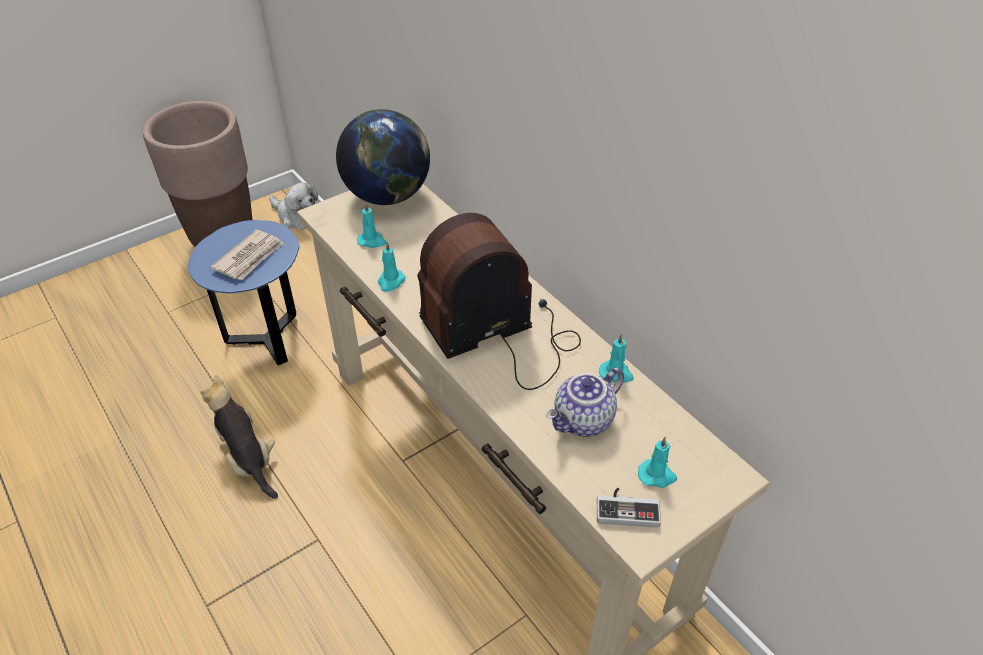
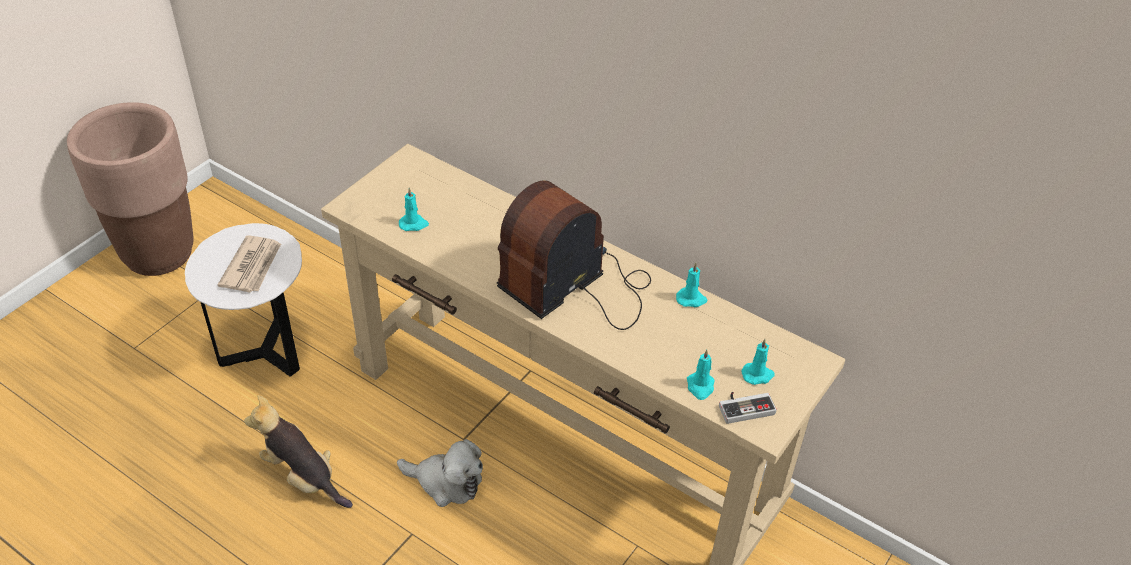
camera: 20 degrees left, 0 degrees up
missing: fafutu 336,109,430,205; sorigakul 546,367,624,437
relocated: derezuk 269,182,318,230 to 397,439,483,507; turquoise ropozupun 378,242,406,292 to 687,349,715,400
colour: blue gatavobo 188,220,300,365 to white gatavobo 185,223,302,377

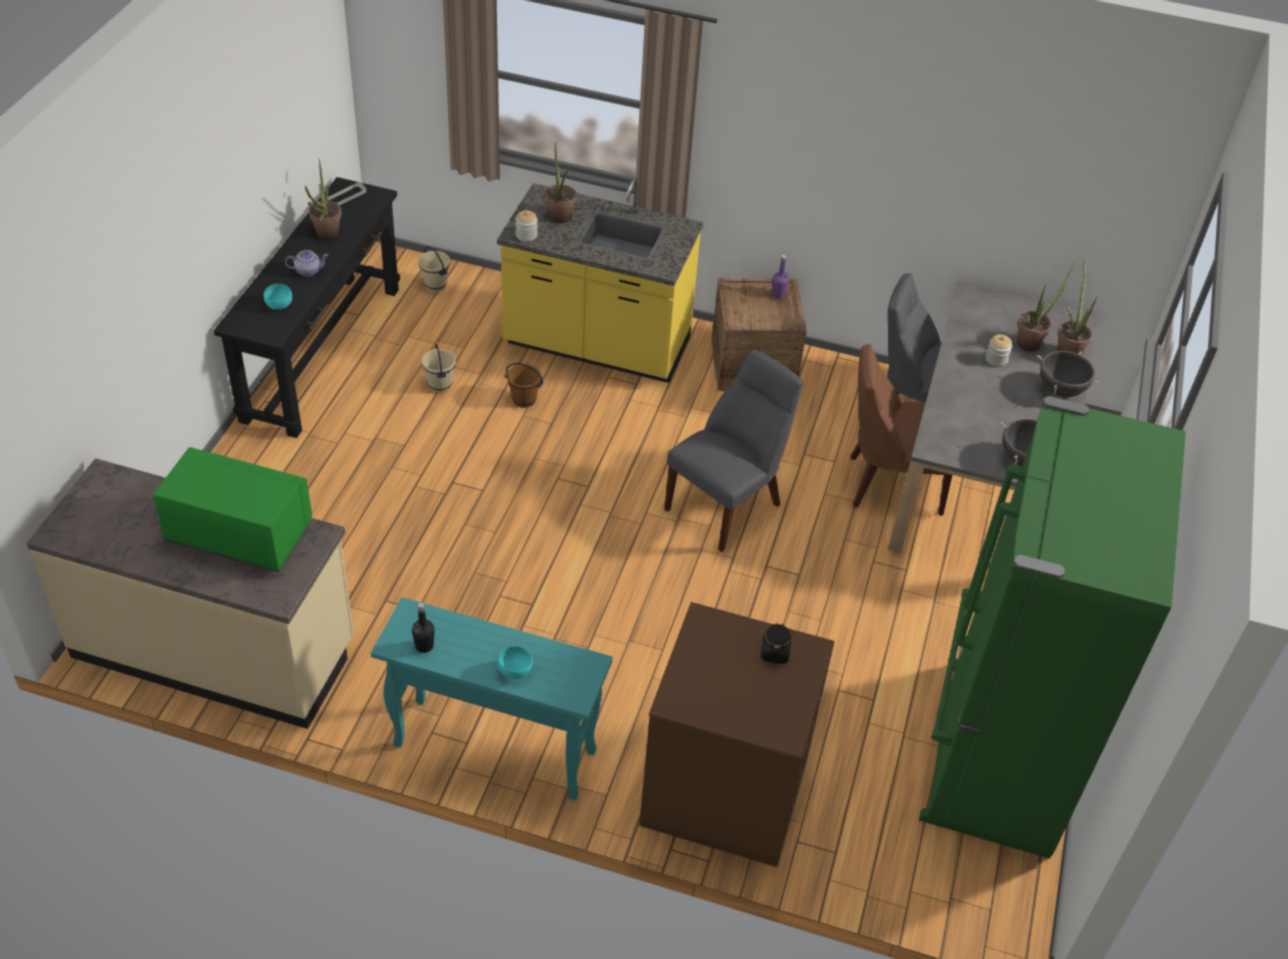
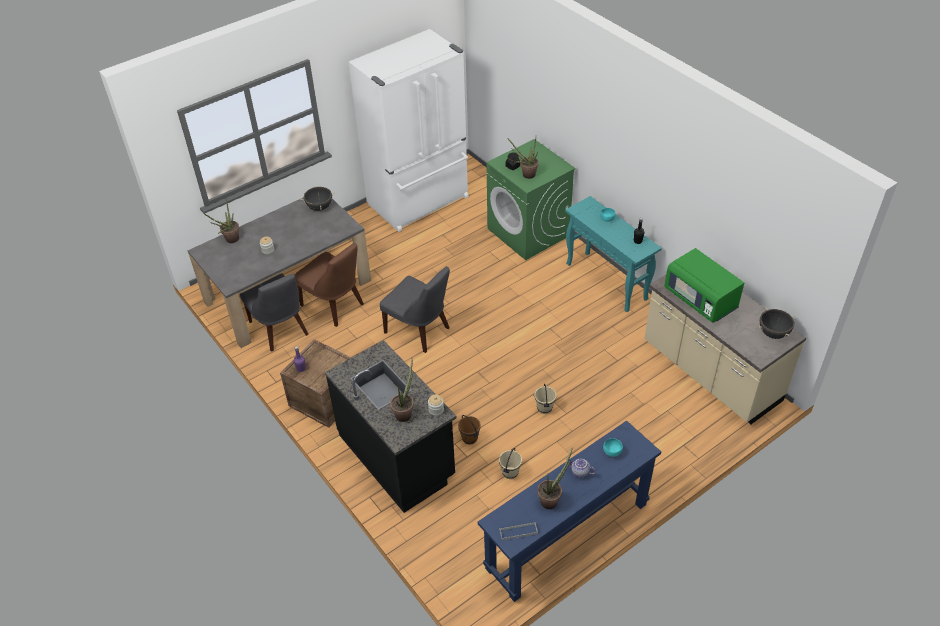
camera: 140 degrees left, 0 degrees up
relocated: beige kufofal 418,246,450,292 to 535,384,557,414; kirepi 1017,260,1076,351 to 508,138,539,179; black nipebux 1037,351,1099,397 to 759,307,795,339
colour: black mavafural 214,177,400,438 to blue mavafural 478,421,661,602; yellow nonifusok 497,178,703,383 to black nonifusok 325,340,456,513; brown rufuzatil 639,602,835,867 to green rufuzatil 487,139,576,260; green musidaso 919,396,1186,858 to white musidaso 348,29,469,232
spun: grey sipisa 664,349,803,552 = 380,266,450,353 135 degrees counterclockwise

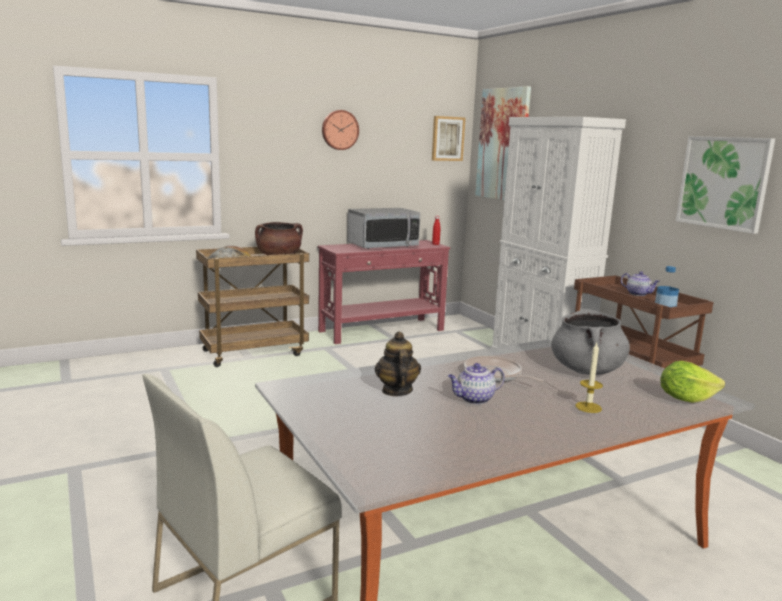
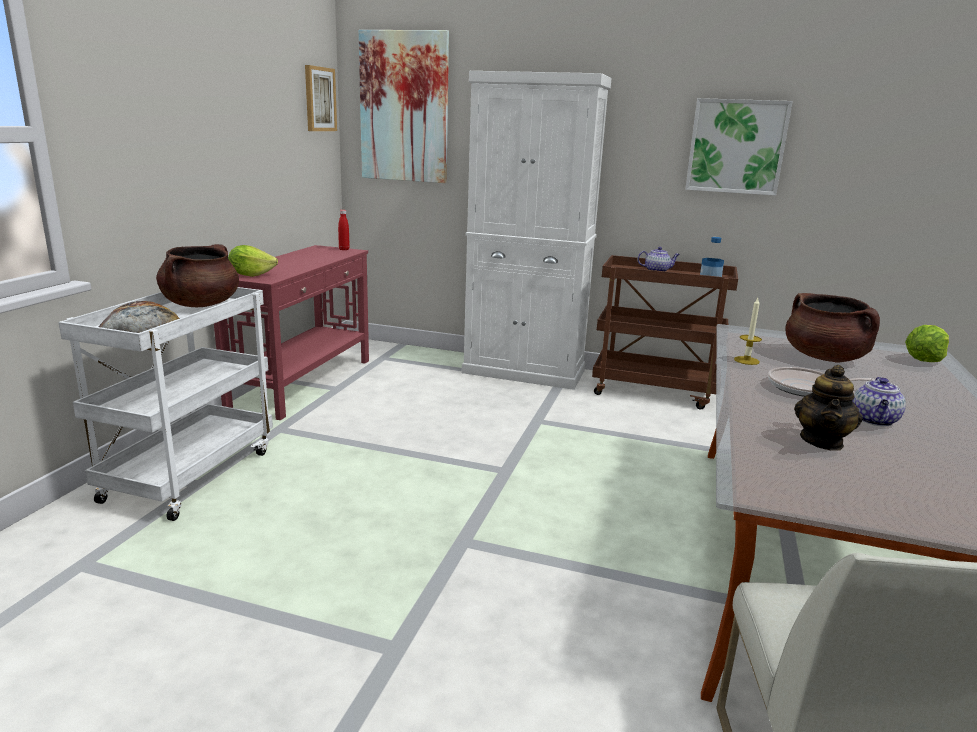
camera: 45 degrees left, 5 degrees up
missing: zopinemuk 322,110,359,150; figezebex 348,208,421,249
appeared: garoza 228,245,278,277
relocated: ropozupun 575,343,603,413 to 734,298,762,365
colour: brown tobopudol 196,247,309,367 to white tobopudol 58,287,273,521; grey nipebux 551,309,630,375 to brown nipebux 785,293,880,362
spun: sorigakul 375,331,421,396 = 794,365,863,451 105 degrees counterclockwise

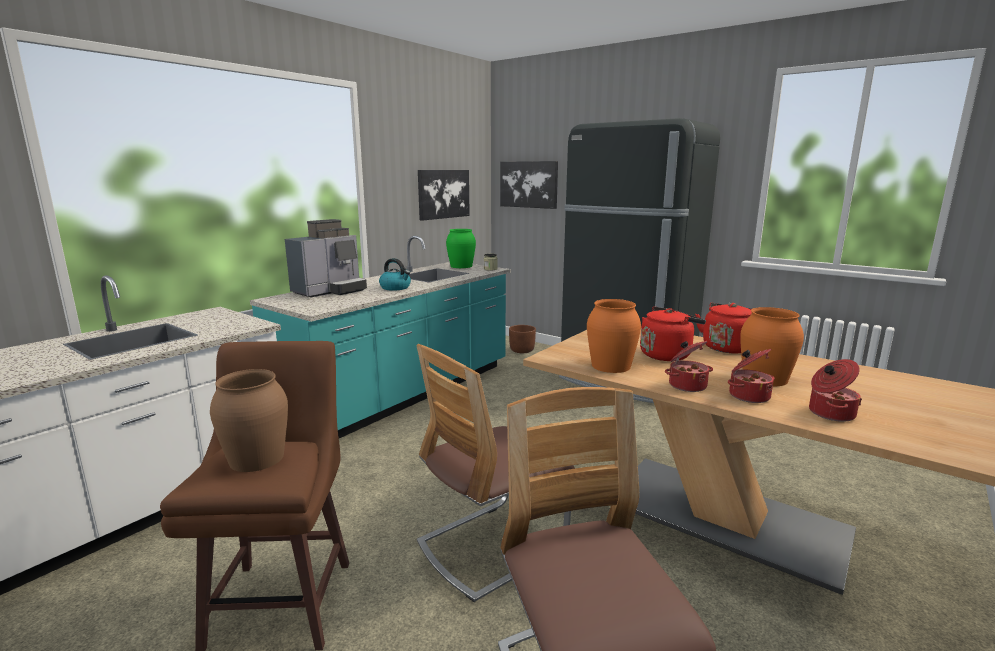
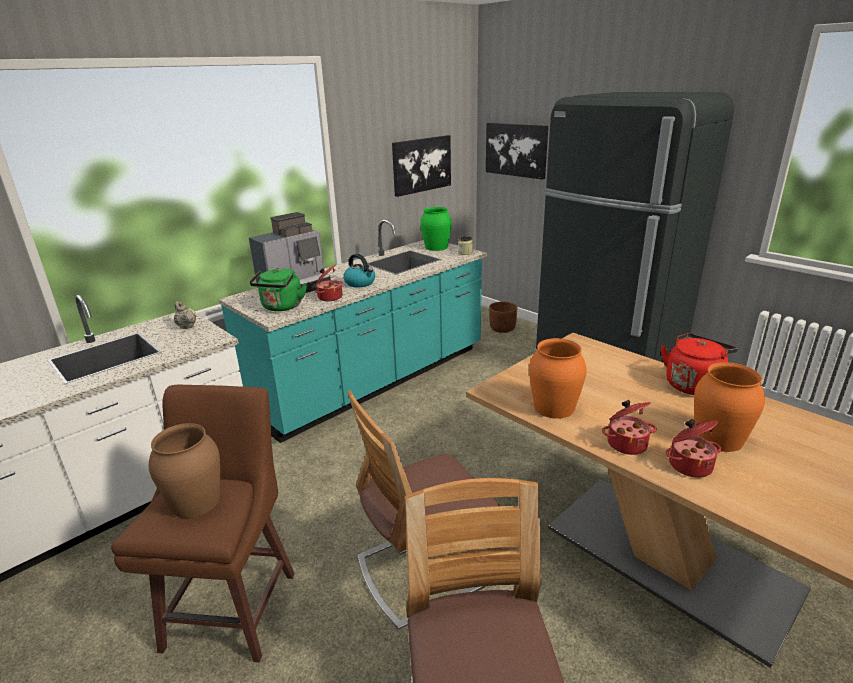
camera: 10 degrees right, 10 degrees up
missing: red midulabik 640,306,706,361
appeared: beige sorigakul 174,301,196,329; green midulabik 249,268,307,311
relocated: nipebux 809,359,862,422 to 315,265,343,301

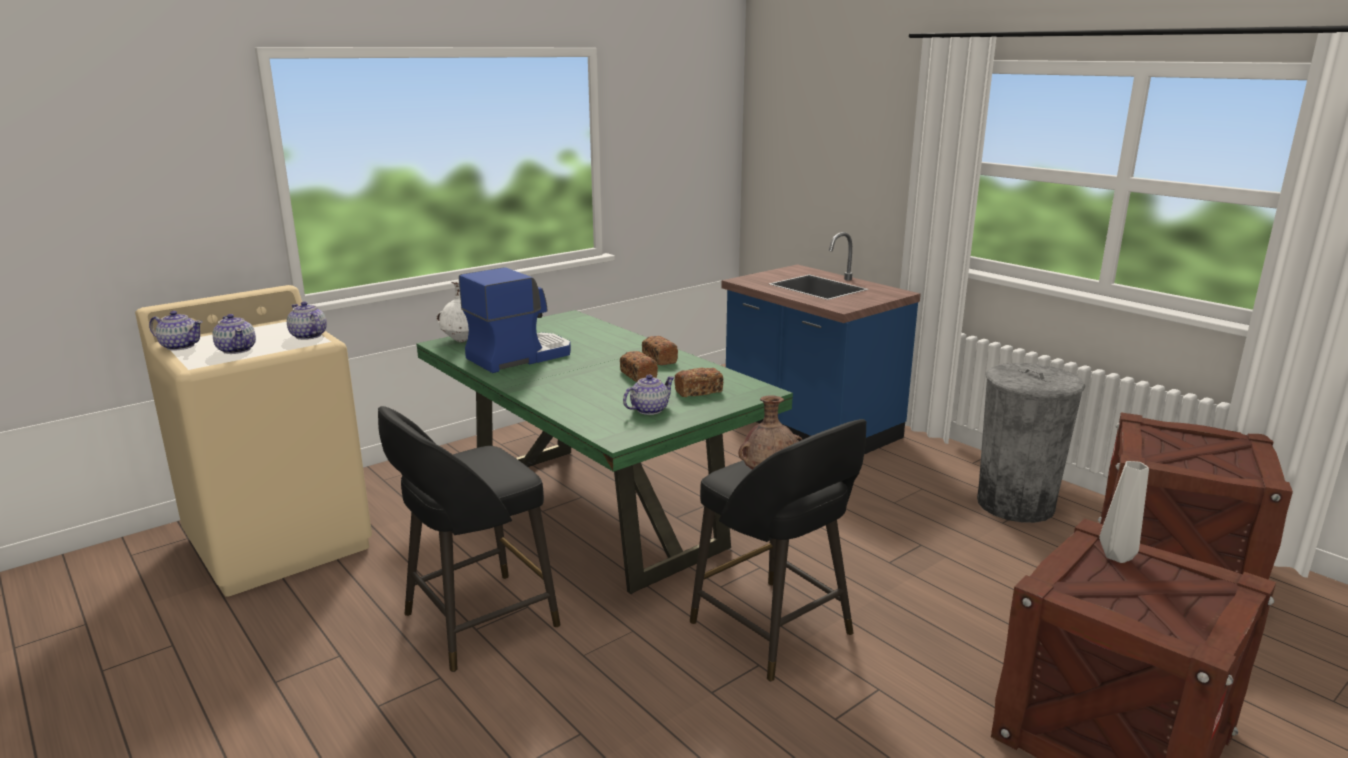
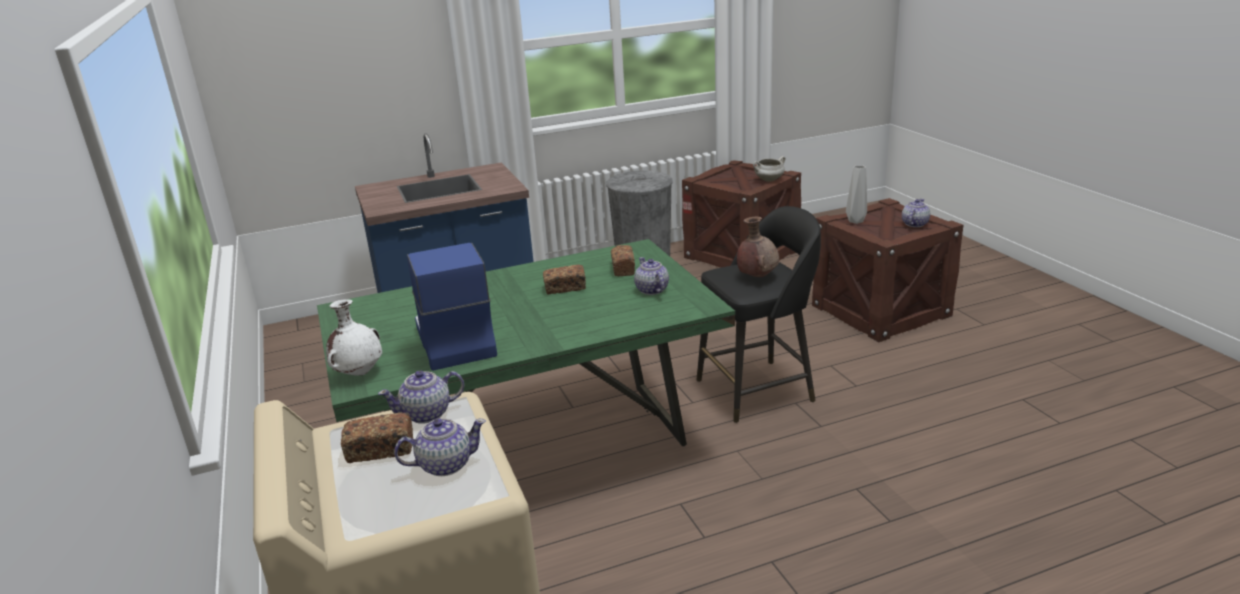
camera: 70 degrees left, 5 degrees up
missing: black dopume 378,406,561,672
appeared: white nipebux 753,156,785,182
relocated: sorigakul 149,311,203,351 to 902,199,930,227; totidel 642,336,678,365 to 341,413,413,463

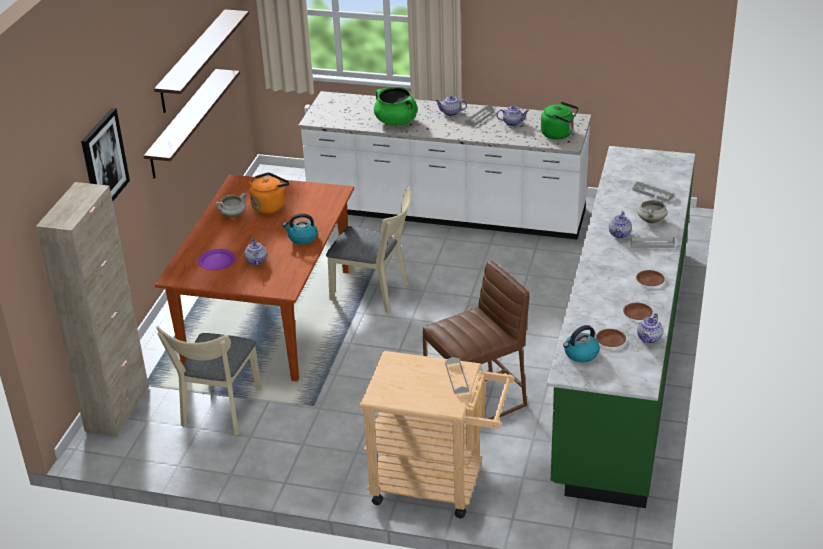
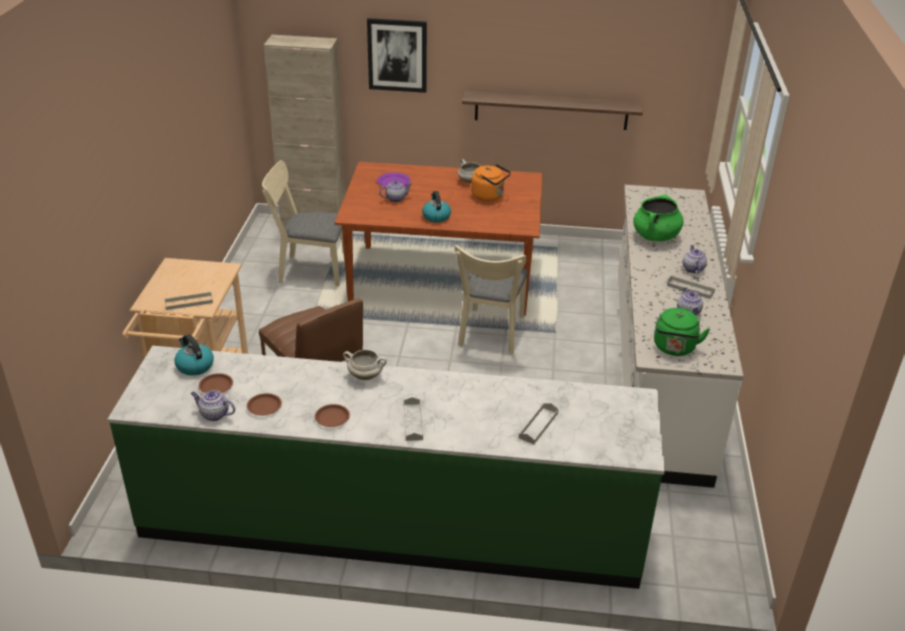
camera: 80 degrees right, 0 degrees up
missing: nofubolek 154,9,249,113; sorigakul 609,211,632,238
relocated: white nipebux 637,195,667,223 to 343,349,387,380

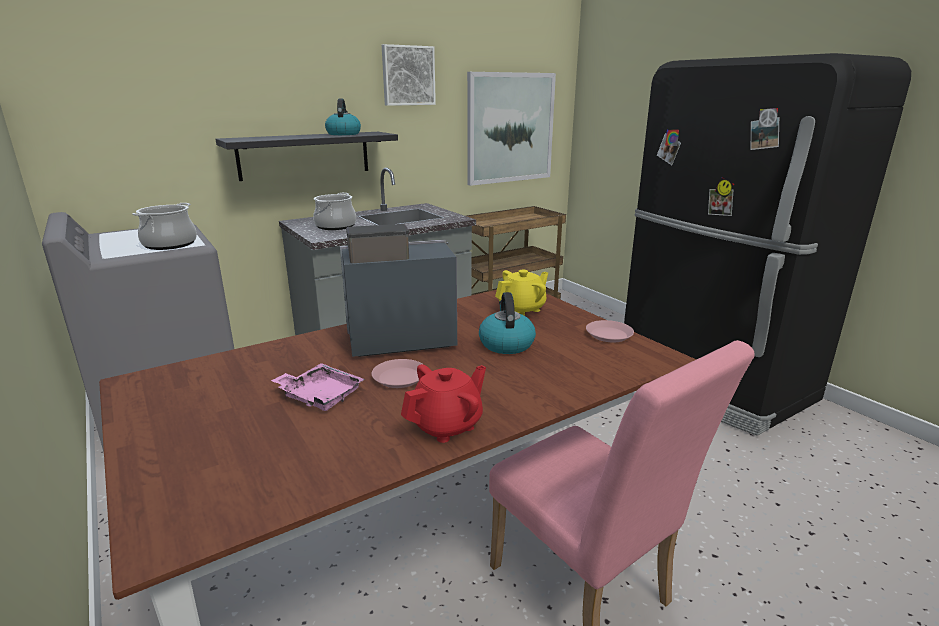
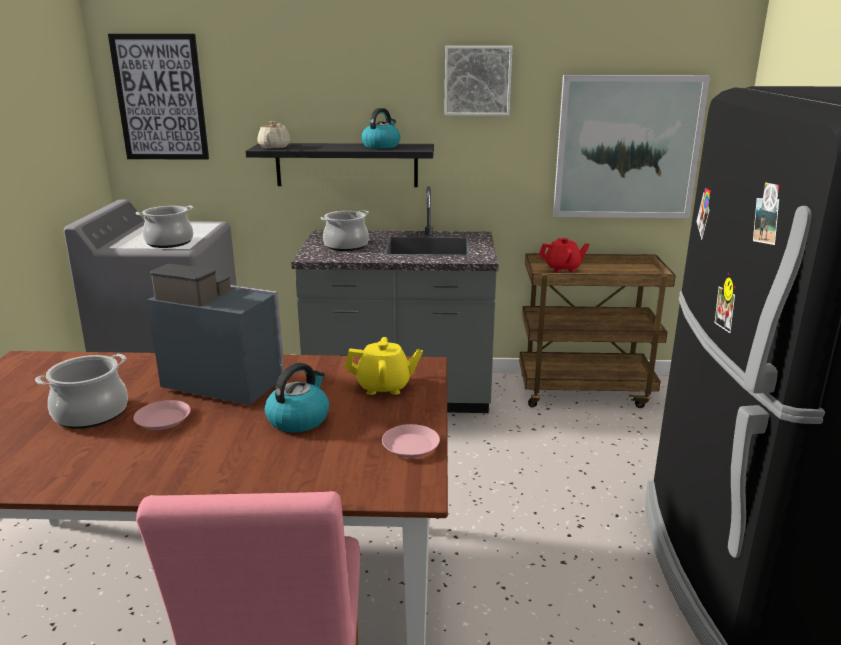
camera: 35 degrees right, 0 degrees up
appeared: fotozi 108,34,209,160; beige sorigakul 257,121,290,149
relocated: red sorigakul 401,364,486,443 to 539,238,590,273
exchanged: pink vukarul 271,363,365,411 to nipebux 35,354,128,429

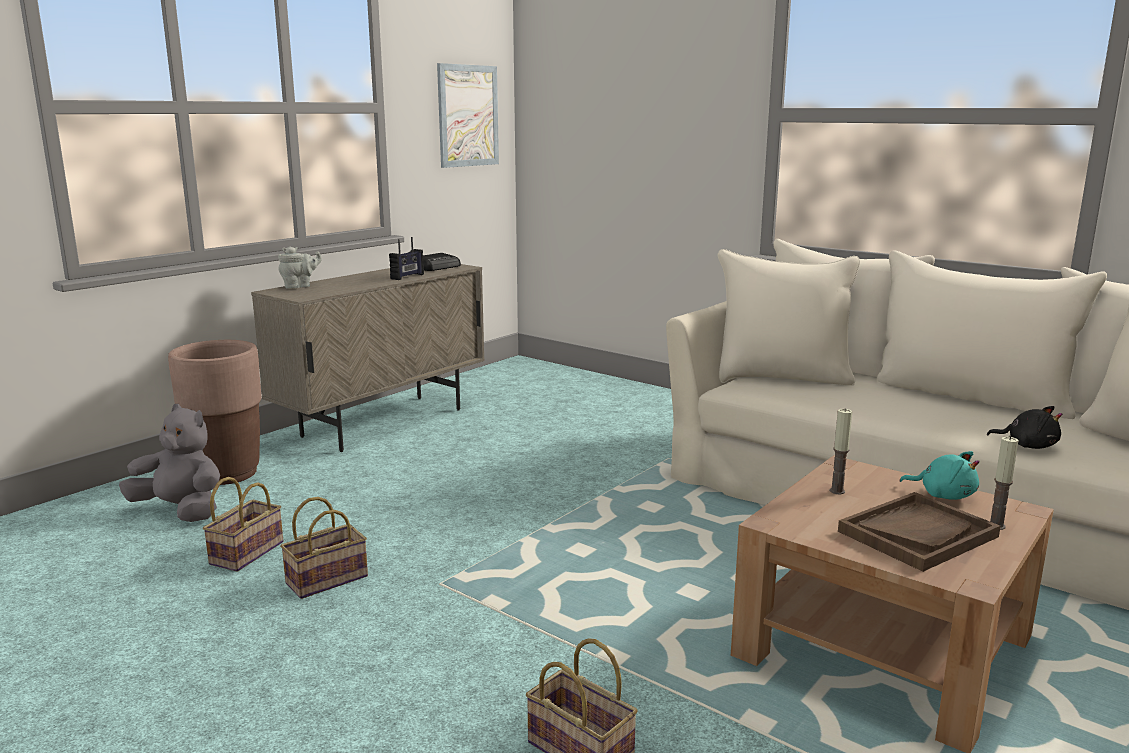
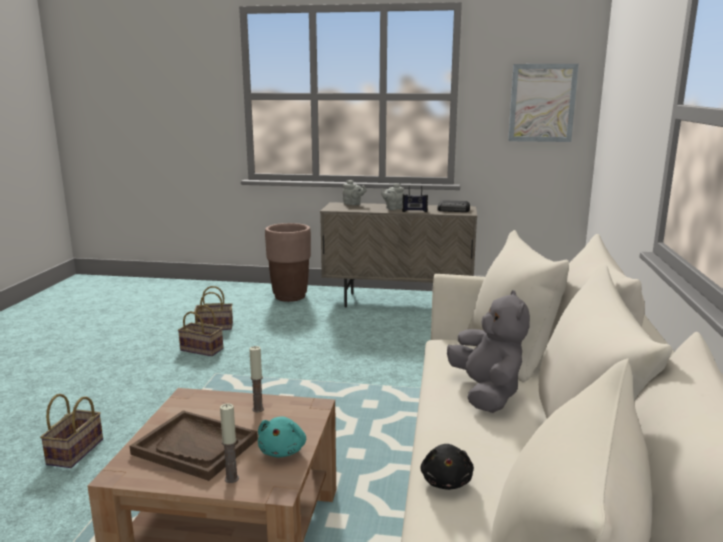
camera: 60 degrees right, 0 degrees up
appeared: grey sorigakul 381,183,404,210
relocated: grey derezuk 119,404,220,522 to 447,290,530,413

